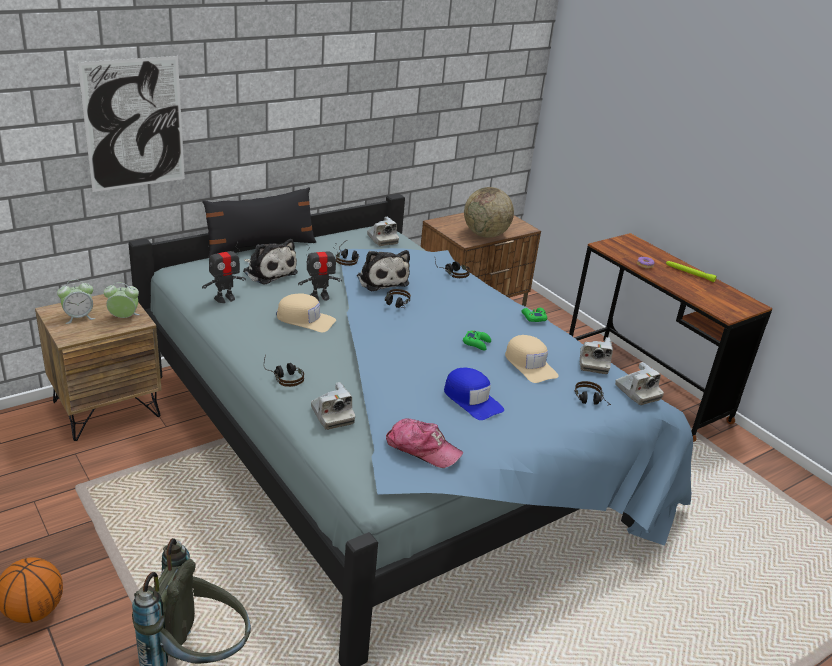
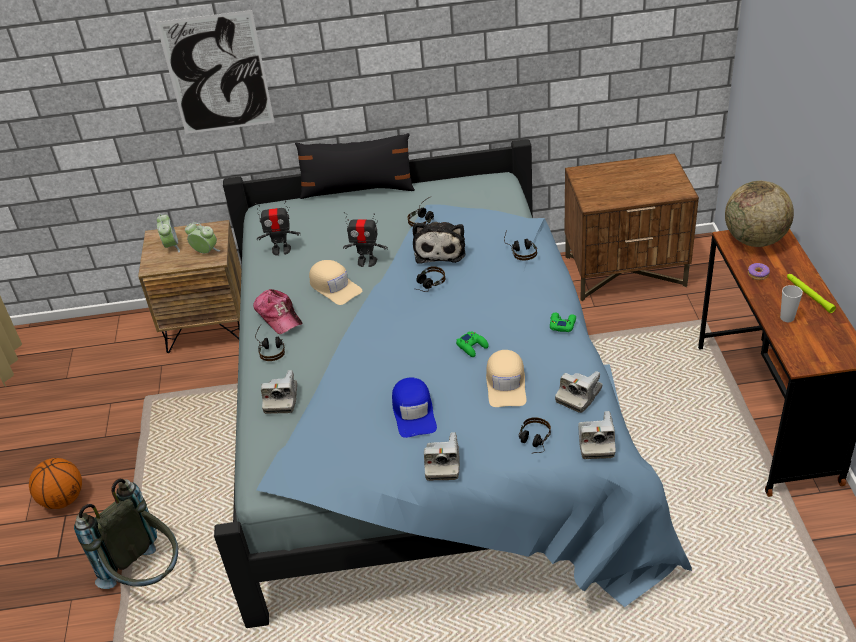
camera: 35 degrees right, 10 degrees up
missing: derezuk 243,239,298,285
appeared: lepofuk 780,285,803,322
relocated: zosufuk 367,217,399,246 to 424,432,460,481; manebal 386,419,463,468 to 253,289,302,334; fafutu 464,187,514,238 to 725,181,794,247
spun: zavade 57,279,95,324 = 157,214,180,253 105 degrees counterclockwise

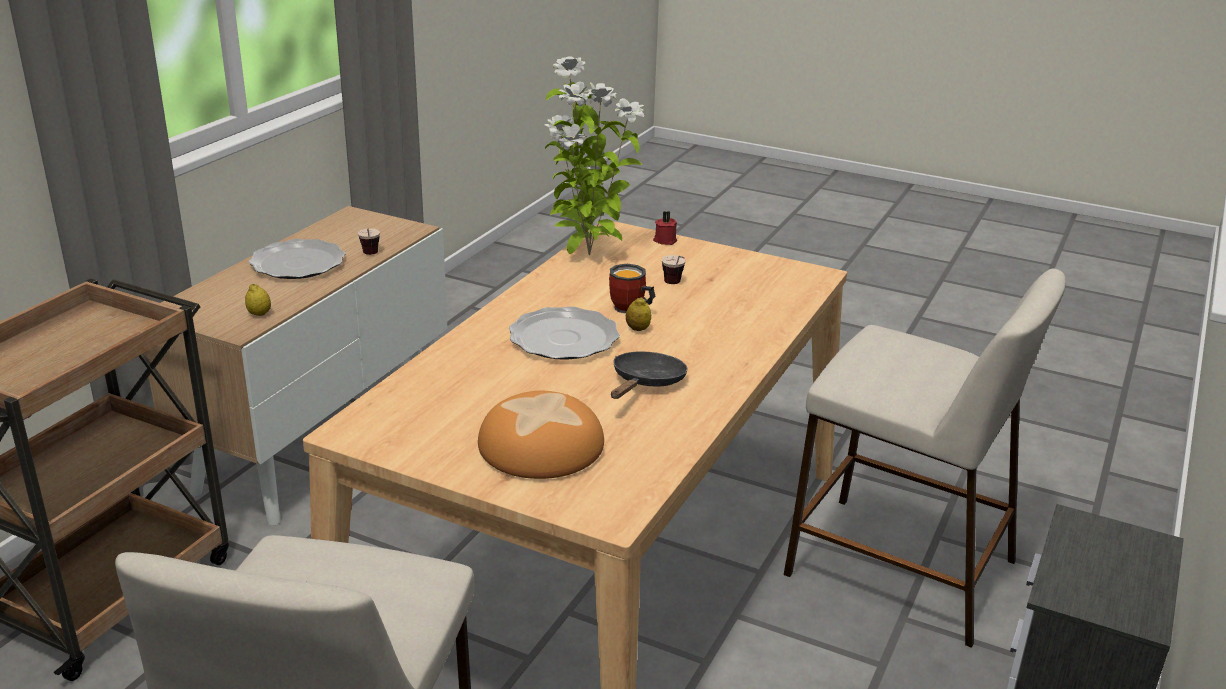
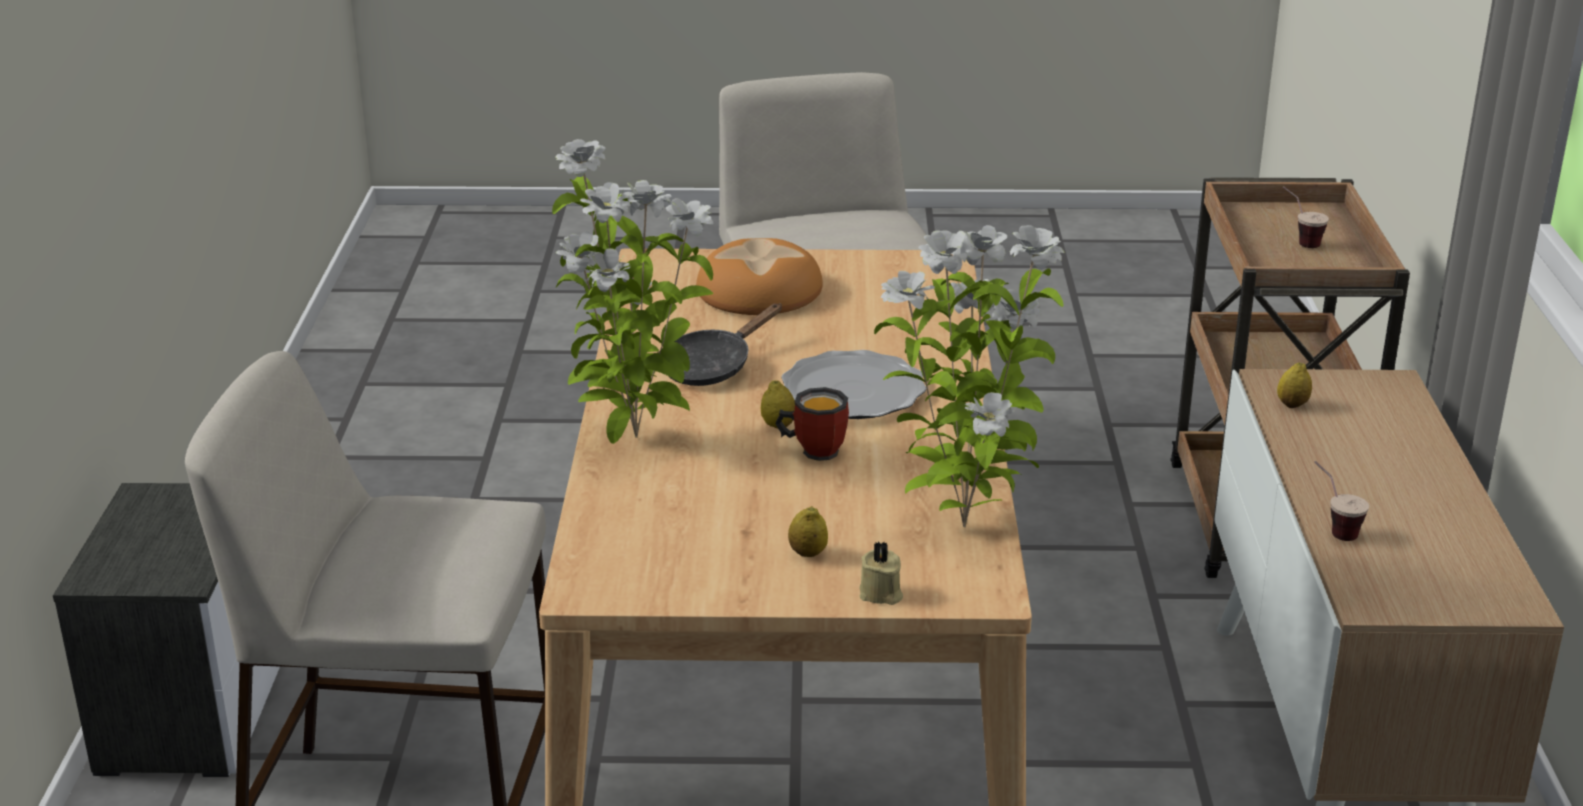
camera: 155 degrees right, 0 degrees up
missing: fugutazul 249,239,345,279
appeared: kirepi 552,139,713,444; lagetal 788,506,828,557
relocated: lepofuk 661,255,686,284 to 1283,186,1329,248
colour: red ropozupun 653,211,677,245 to beige ropozupun 859,541,903,605
spun: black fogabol 611,351,688,399 = 670,304,782,386 45 degrees clockwise

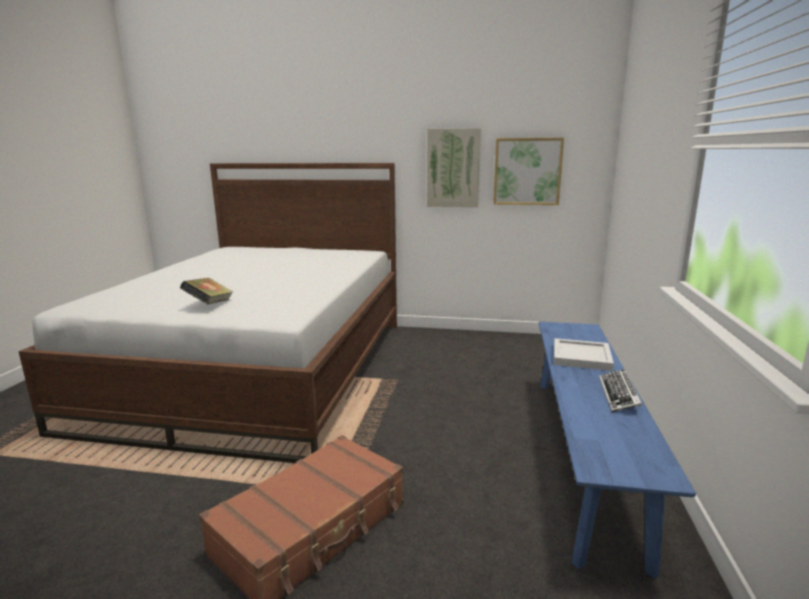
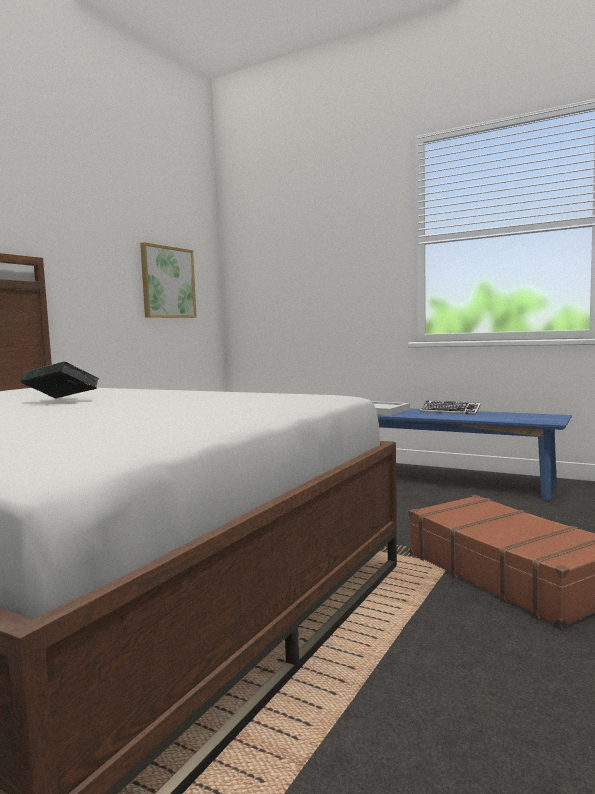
camera: 70 degrees left, 10 degrees down
missing: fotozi 427,128,481,207
relocated: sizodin 180,278,233,304 to 20,361,99,398

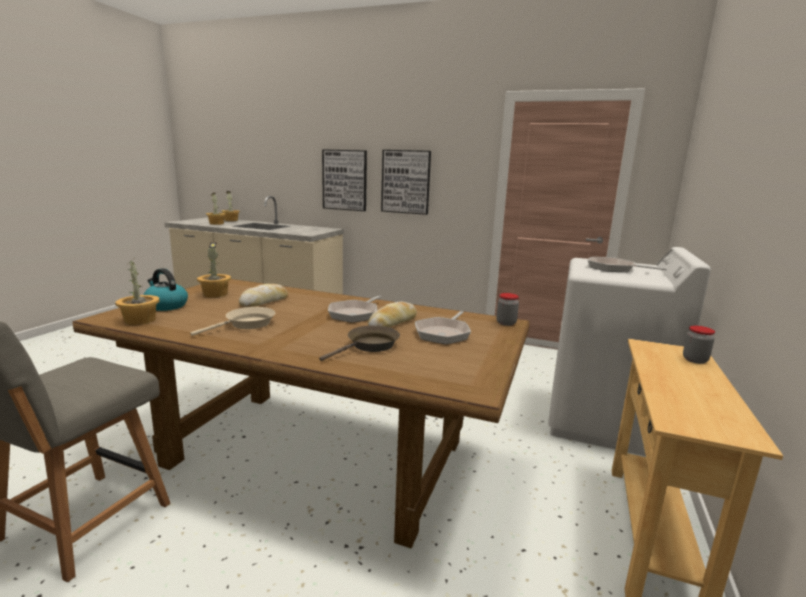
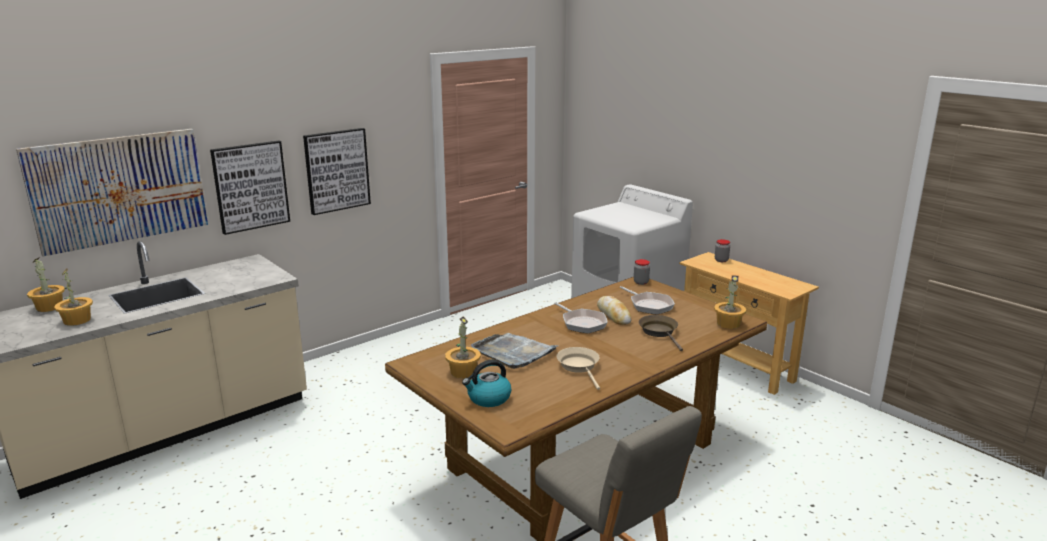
camera: 60 degrees left, 5 degrees up
missing: fogabol 588,257,667,272
appeared: fotozi 16,129,208,256
relocated: kirepi 115,259,159,325 to 714,275,746,329
exchanged: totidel 239,284,288,307 to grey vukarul 471,333,558,369

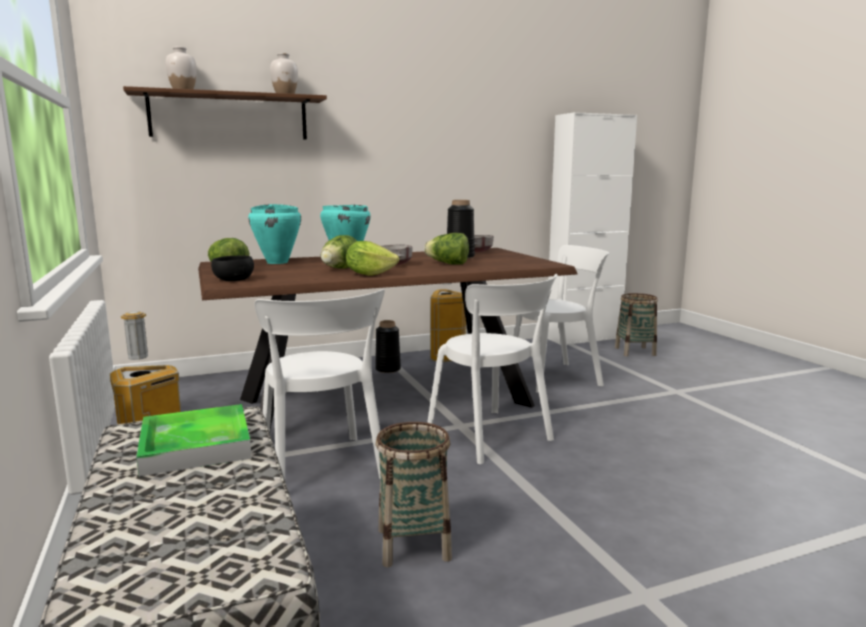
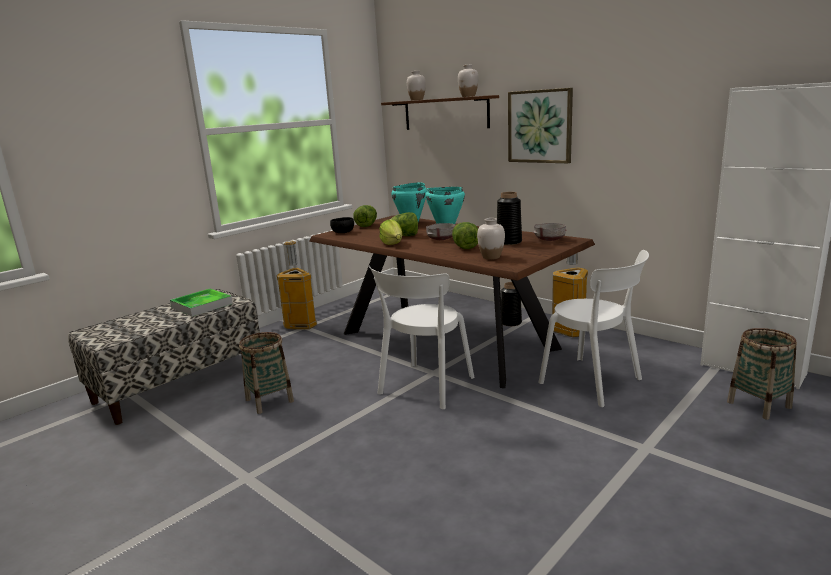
camera: 65 degrees right, 5 degrees up
missing: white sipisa 254,289,385,479
appeared: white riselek 477,218,505,260; fotozi 508,88,573,163

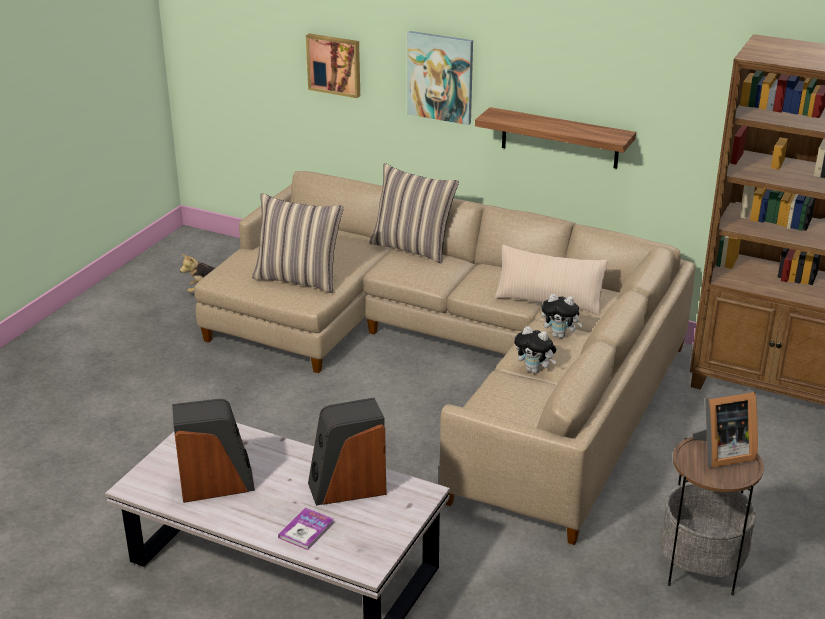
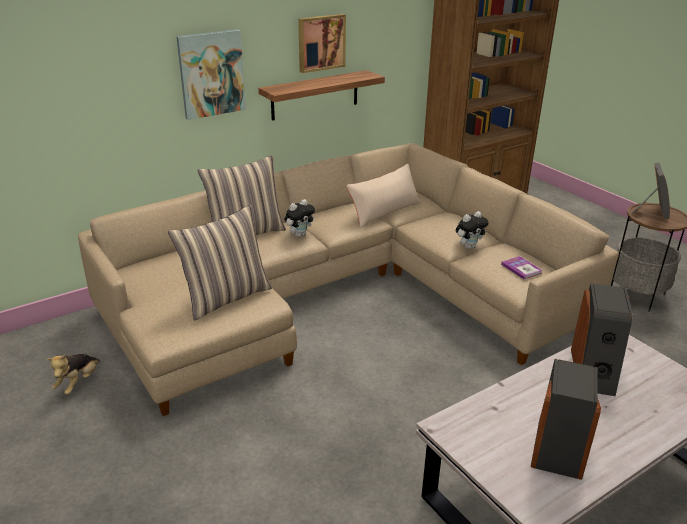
camera: 60 degrees left, 0 degrees up
relocated: sizodin 278,508,334,550 to 501,256,543,279; fotozi 306,33,360,98 to 298,14,346,73; derezuk 541,294,583,338 to 284,199,315,237

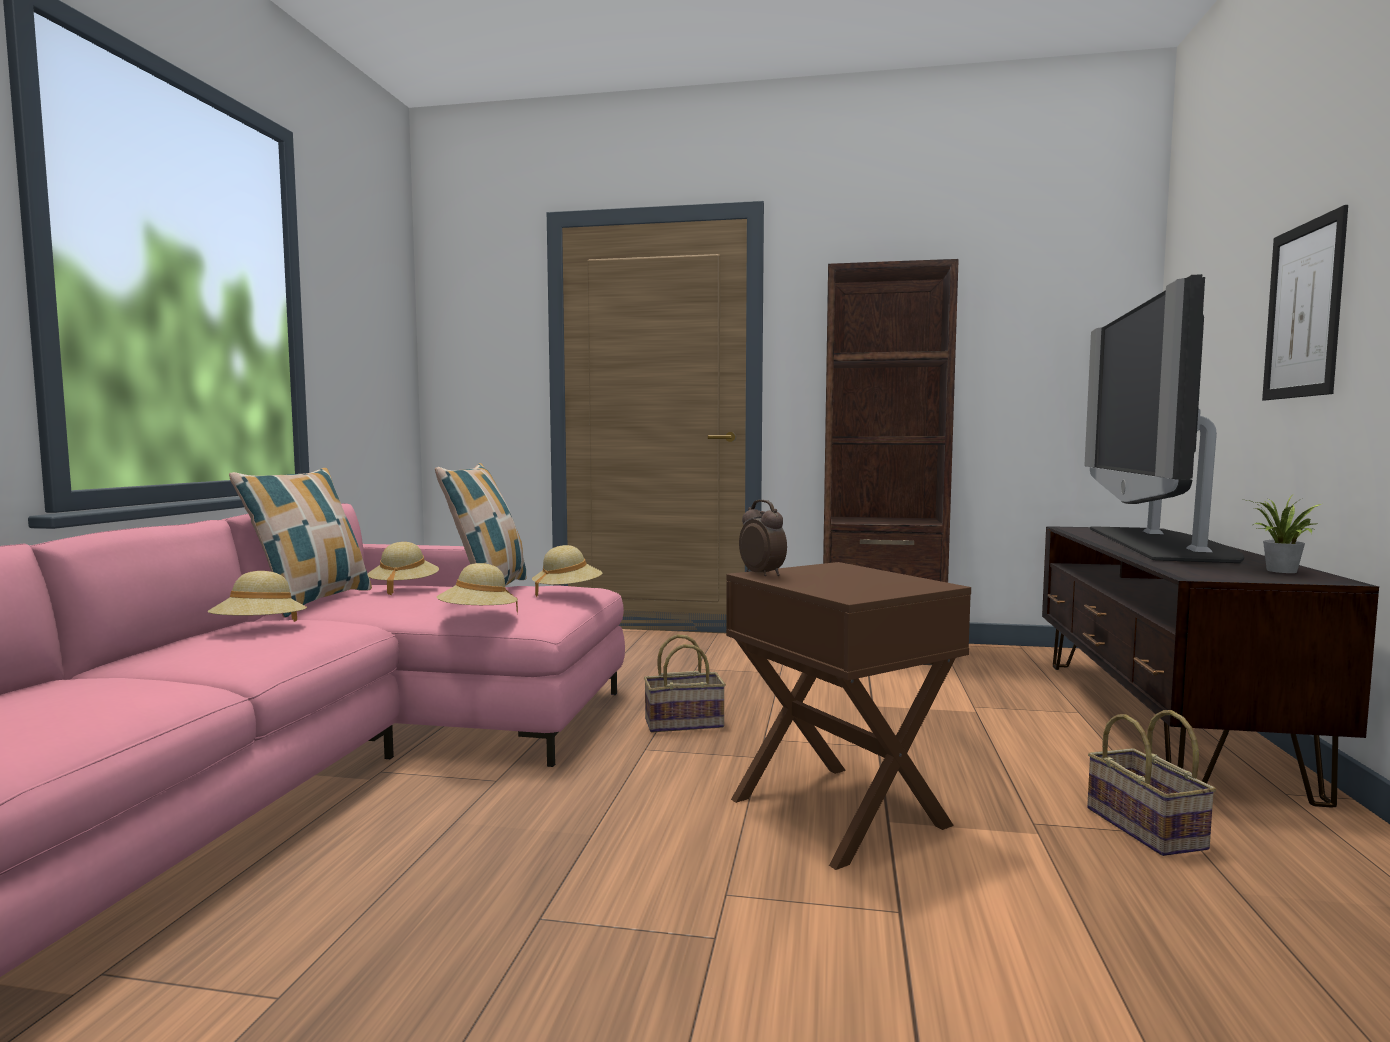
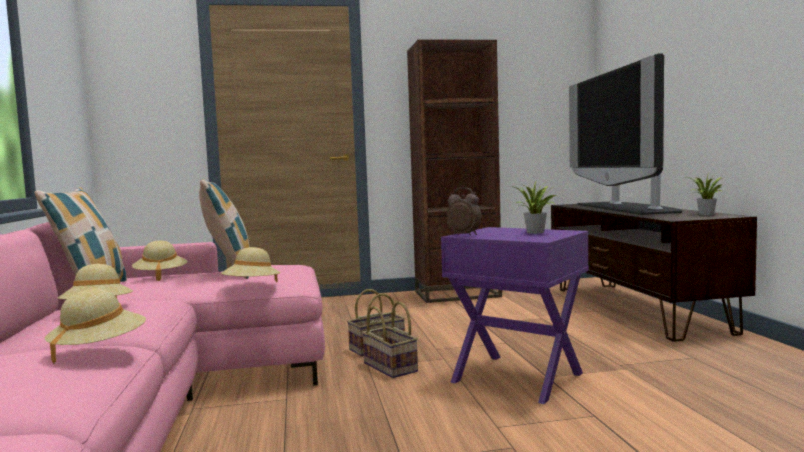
camera: 20 degrees left, 0 degrees up
missing: fotozi 1262,205,1348,400
appeared: kirepi 508,181,556,234
relocated: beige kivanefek 532,545,603,597 to 45,288,146,364; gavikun 1087,710,1216,856 to 362,301,418,378
colour: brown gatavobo 726,562,971,870 to purple gatavobo 441,227,589,404

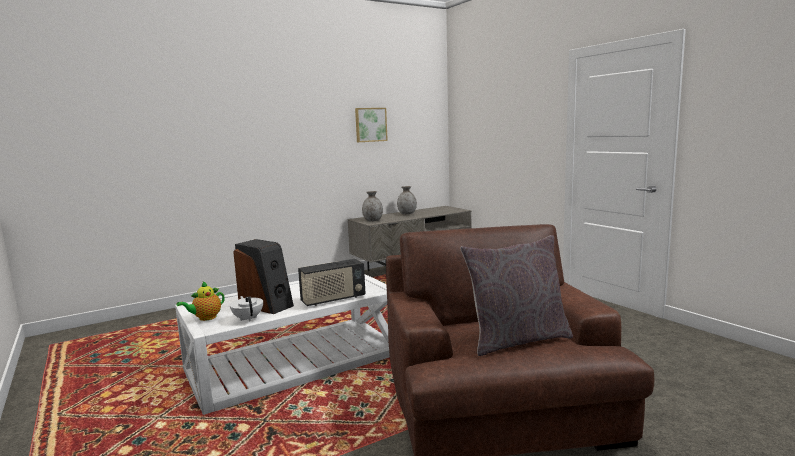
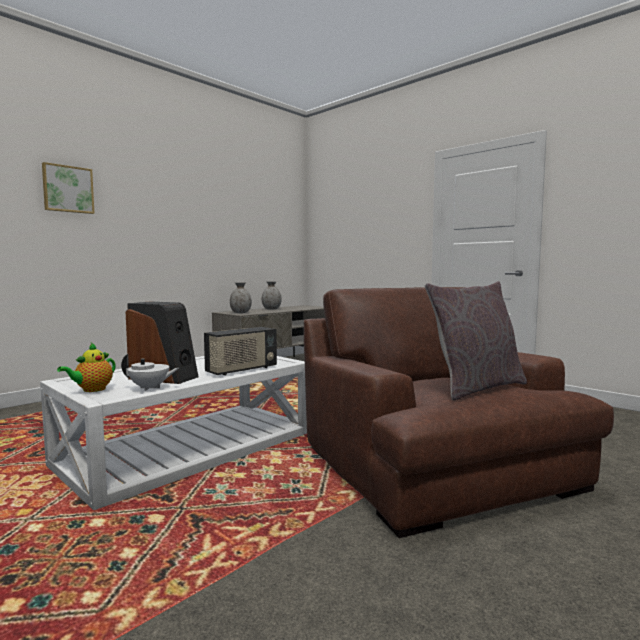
camera: 15 degrees left, 5 degrees down
relocated: fotozi 355,108,388,142 to 42,162,95,214
spun: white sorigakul 230,296,263,321 = 121,354,179,391 135 degrees clockwise

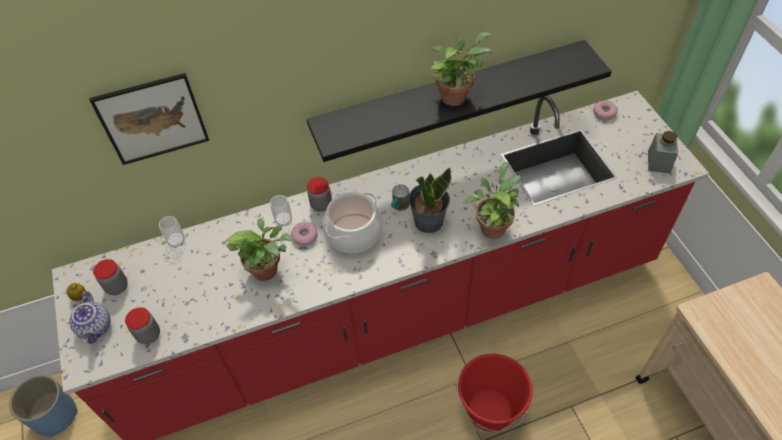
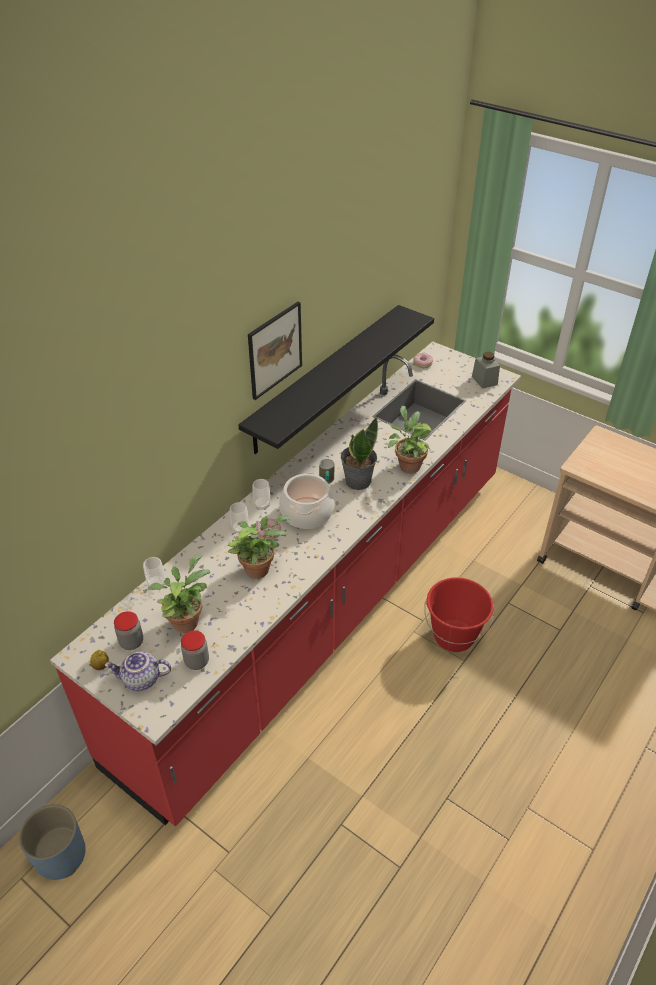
camera: 35 degrees left, 10 degrees down
relocated: fotozi 89,73,209,165 to 248,301,302,400; kirepi 431,32,492,106 to 148,554,210,633
exchanged: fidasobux 307,177,332,212 to lepofuk 253,479,270,510
spun: sorigakul 69,291,111,344 = 105,652,171,691 135 degrees clockwise

